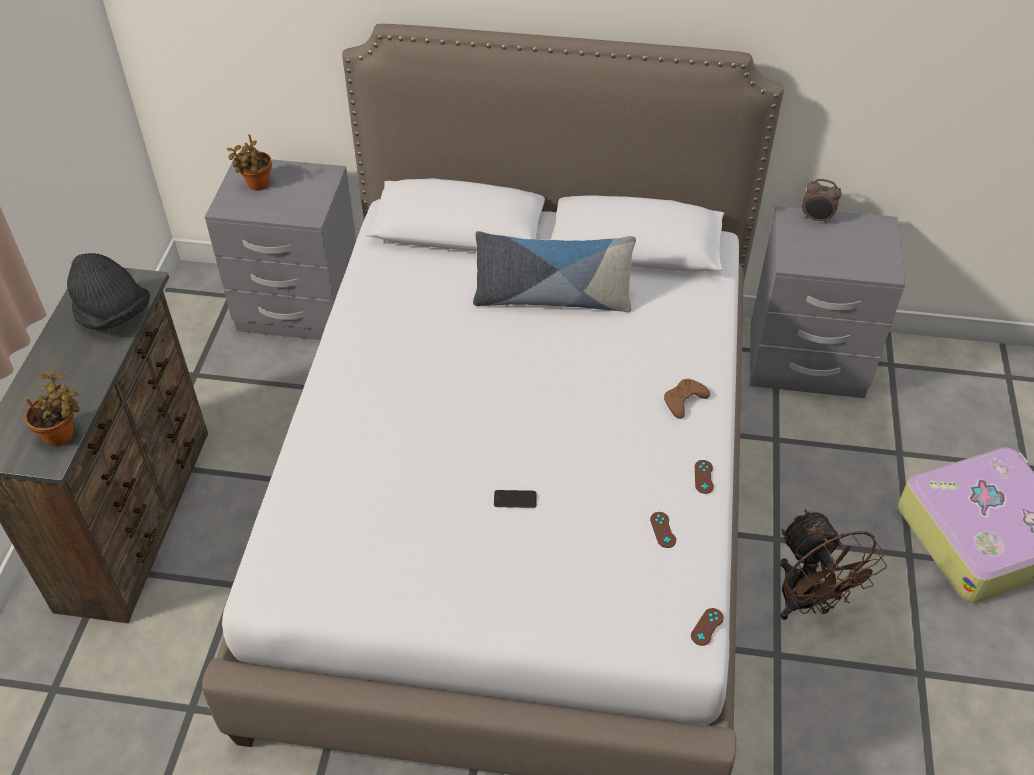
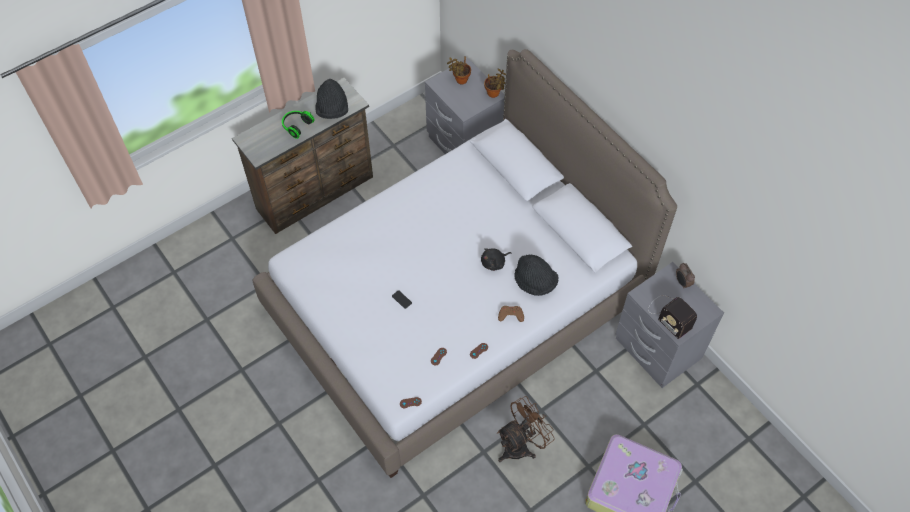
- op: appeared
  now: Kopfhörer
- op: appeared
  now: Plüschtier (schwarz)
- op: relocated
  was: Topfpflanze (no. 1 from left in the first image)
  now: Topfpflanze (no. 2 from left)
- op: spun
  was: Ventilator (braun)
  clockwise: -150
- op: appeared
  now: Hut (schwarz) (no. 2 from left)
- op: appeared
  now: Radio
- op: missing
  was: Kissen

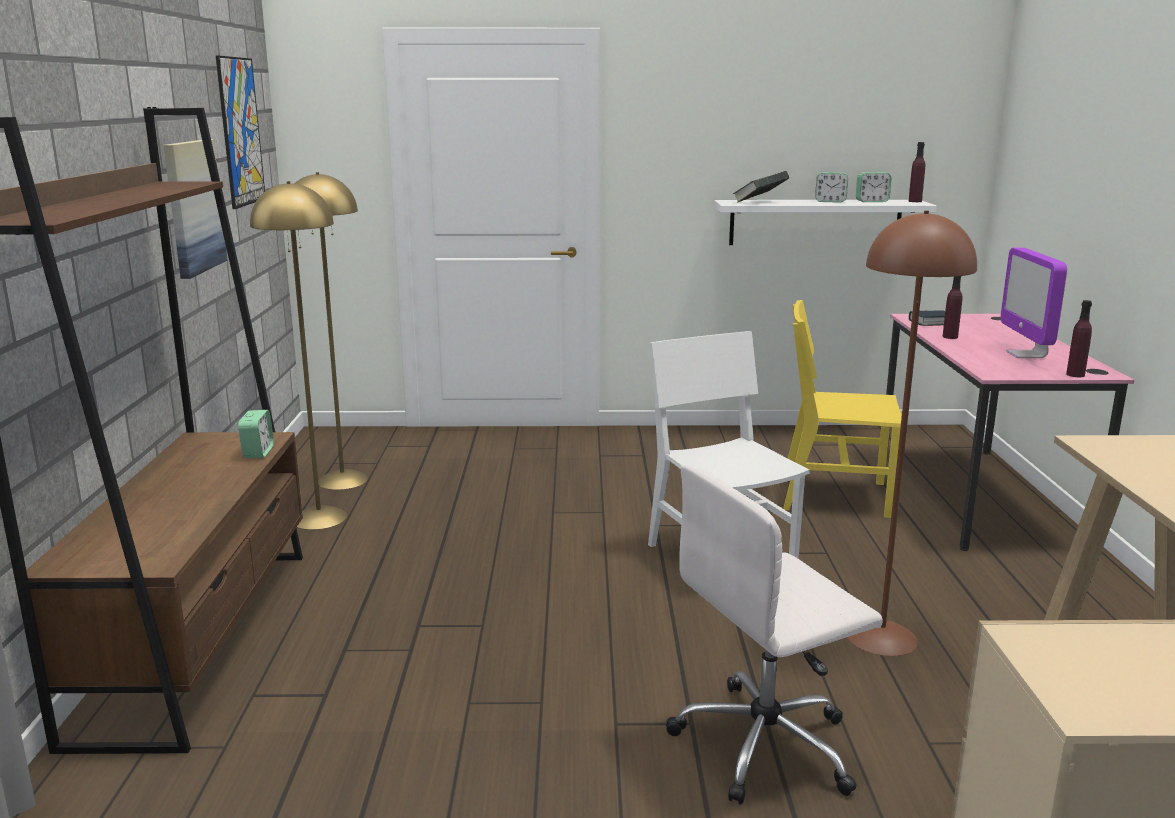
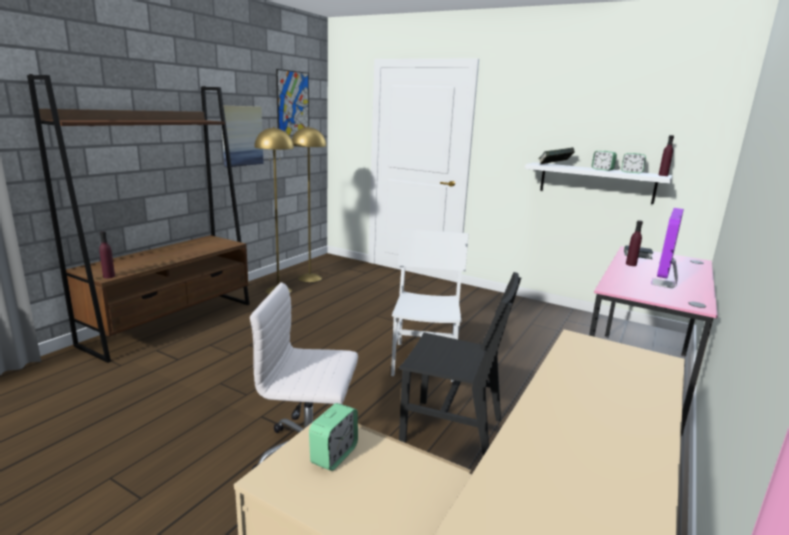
- op: relocated
  was: Flasche (lila) (no. 3 from left in the first image)
  now: Flasche (lila) (no. 1 from left)
- op: relocated
  was: Wecker (no. 1 from left)
- op: exchanged
  was: Stehlampe (braun)
  now: Stuhl (schwarz)
- op: missing
  was: Stuhl (gelb)

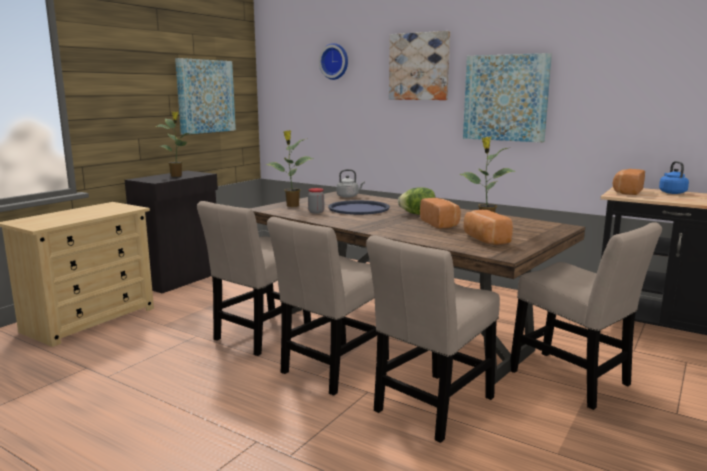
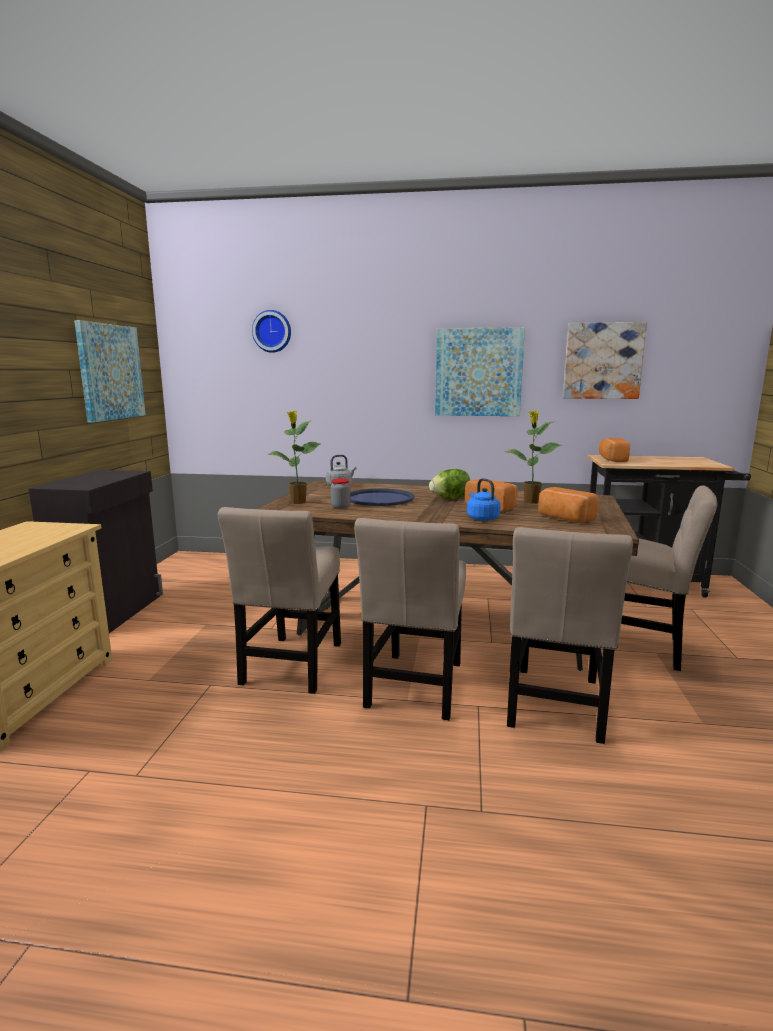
- op: relocated
  was: Wasserkessel (blau)
- op: relocated
  was: Bild (no. 2 from left in the first image)
  now: Bild (no. 3 from left)
- op: missing
  was: Topfpflanze (no. 1 from left)

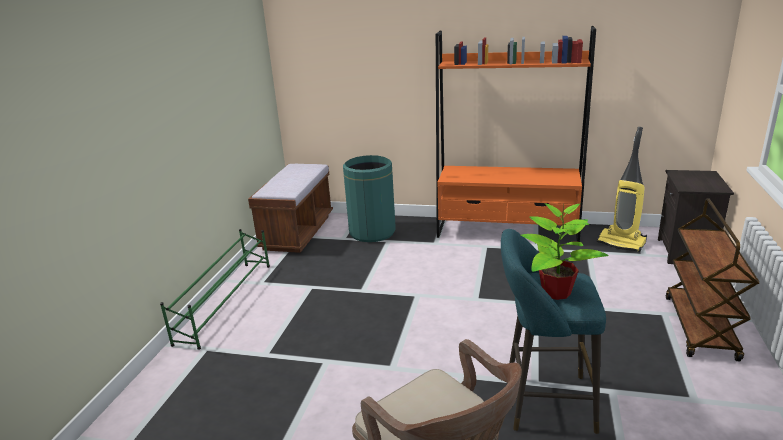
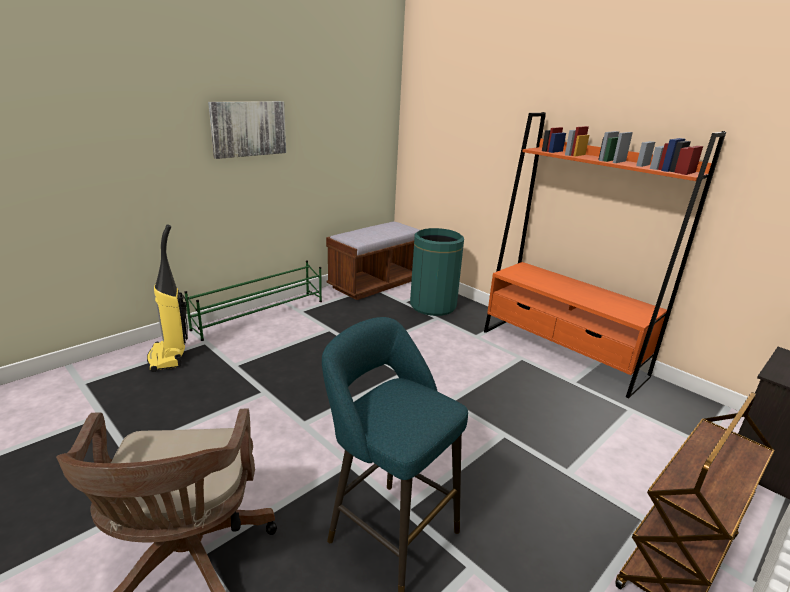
- op: relocated
  was: Staubsauger
- op: appeared
  now: Bild
- op: missing
  was: Topfpflanze

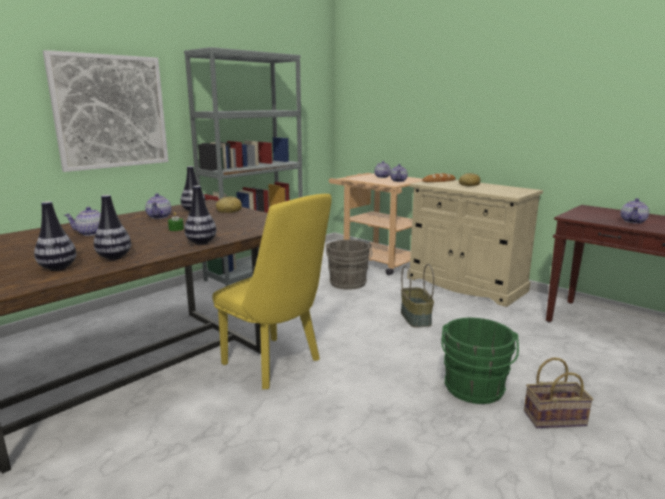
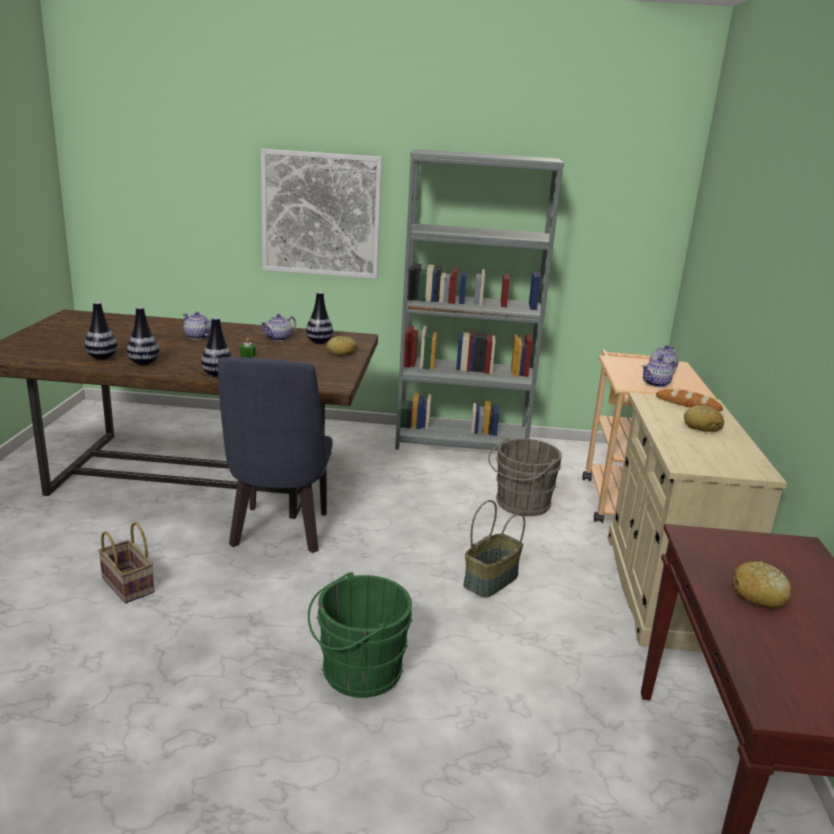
- op: relocated
  was: Korb (no. 2 from left in the first image)
  now: Korb (no. 1 from left)
- op: colour
  was: Stuhl (gelb)
  now: Stuhl (blau)
- op: exchanged
  was: Teekanne (no. 5 from left)
  now: Brot (no. 4 from left)

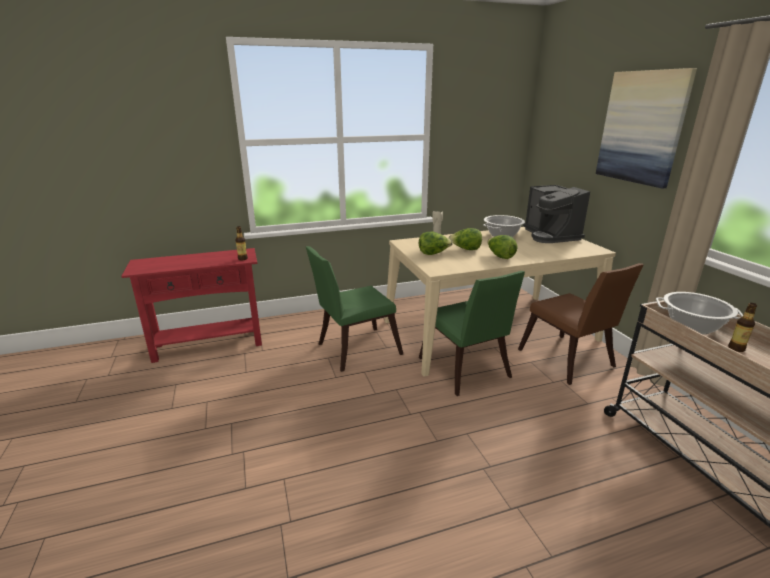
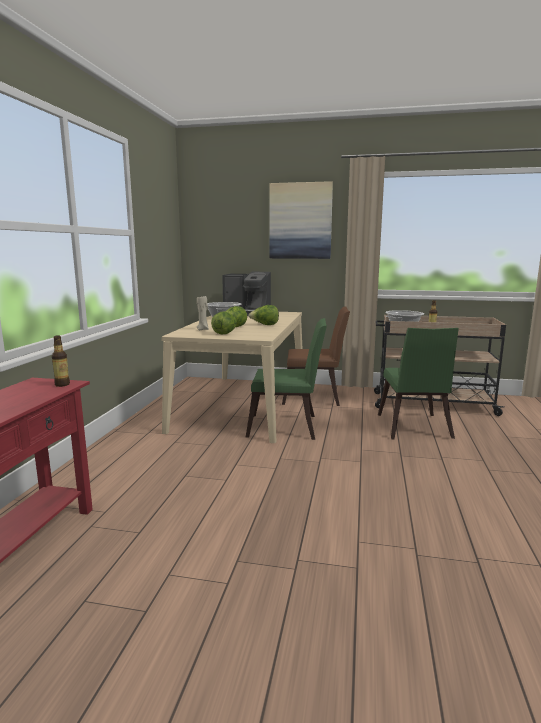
- op: relocated
  was: Stuhl (grün) (no. 1 from left in the first image)
  now: Stuhl (grün) (no. 2 from left)

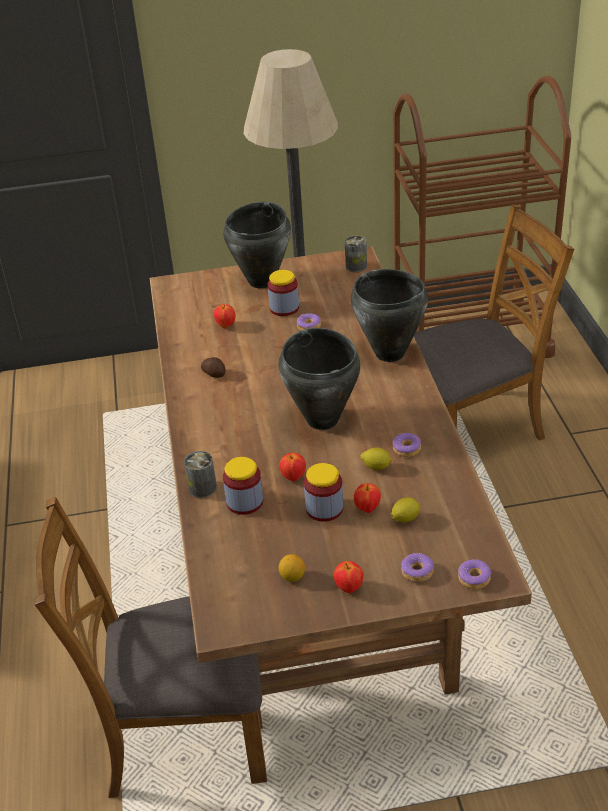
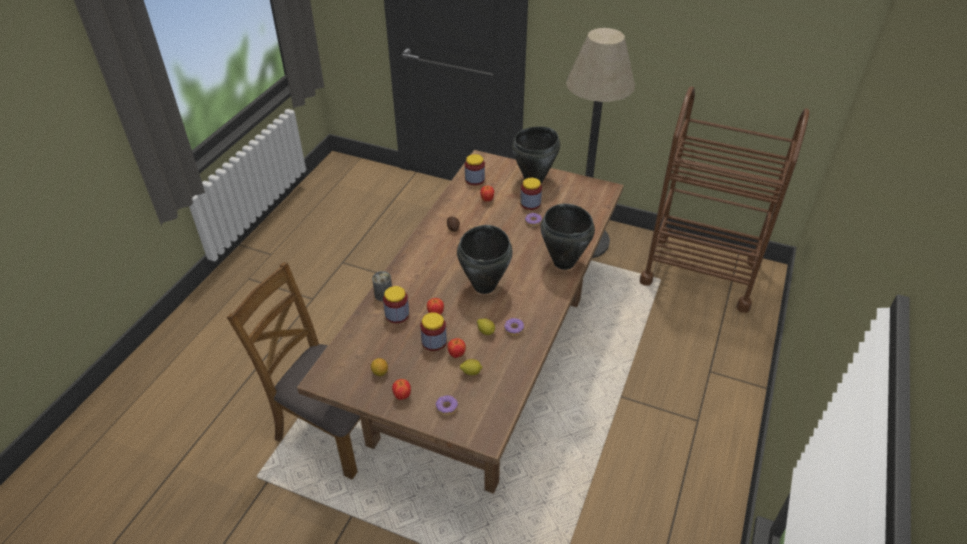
- op: appeared
  now: Vorratsglas (no. 3 from left)
- op: missing
  was: Dose (no. 2 from left)
- op: missing
  was: Stuhl (braun) (no. 2 from left)
- op: missing
  was: Donut (no. 4 from left)

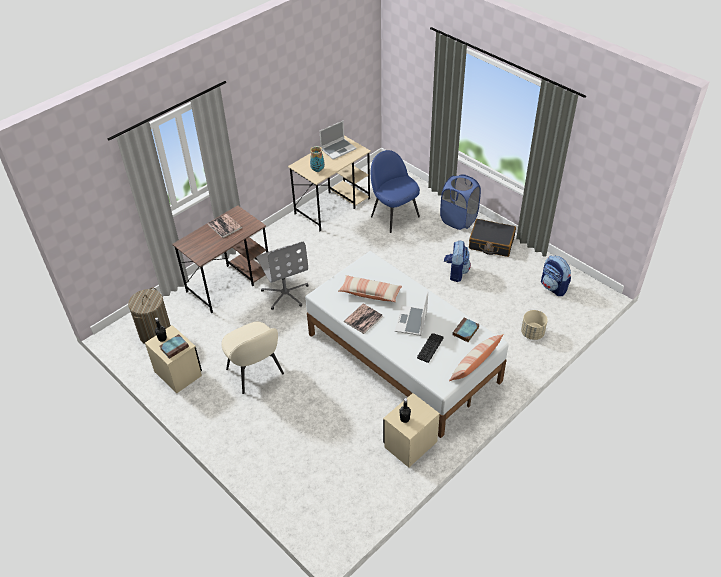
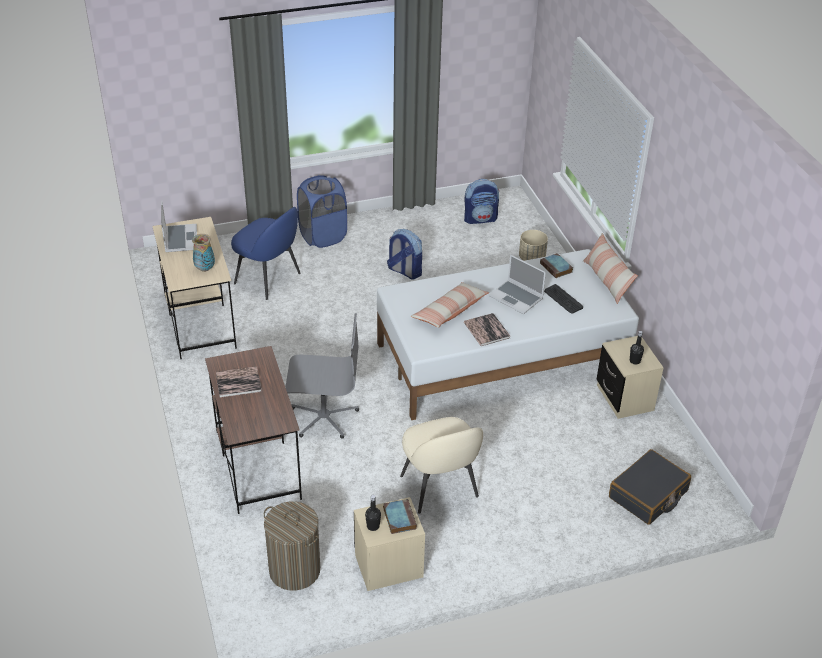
- op: spun
  was: Stuhl (blau)
  clockwise: -135
- op: spun
  was: Stuhl (beige)
  clockwise: 75
- op: relocated
  was: Koffer (schwarz)

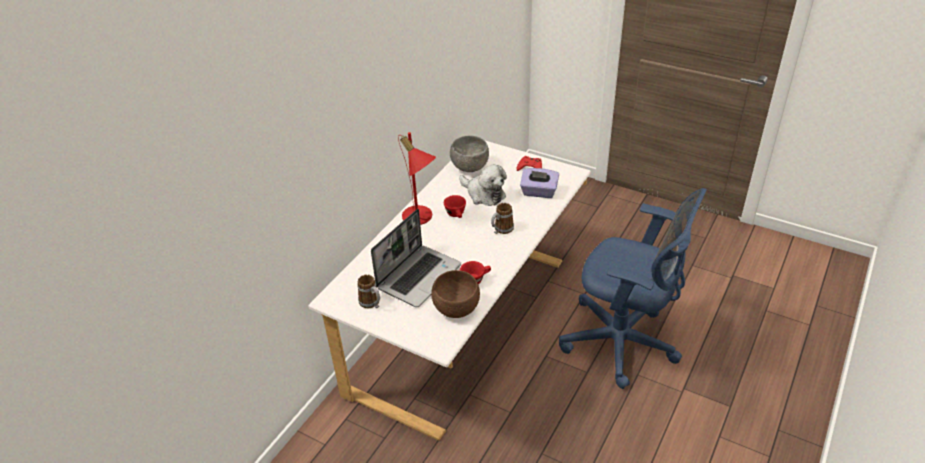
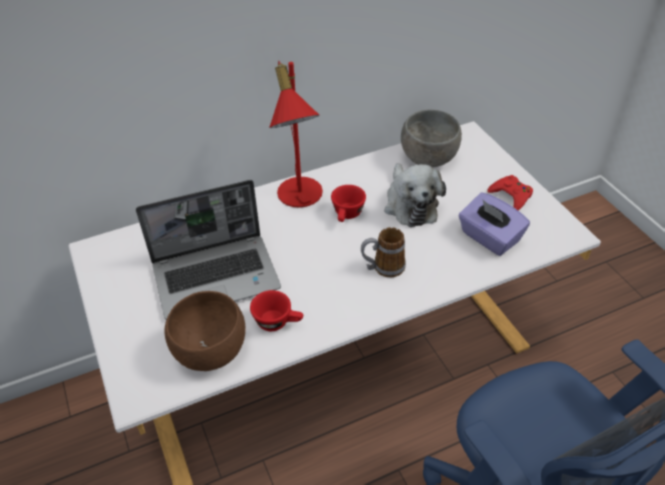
- op: missing
  was: Henkelbecher (no. 1 from left)

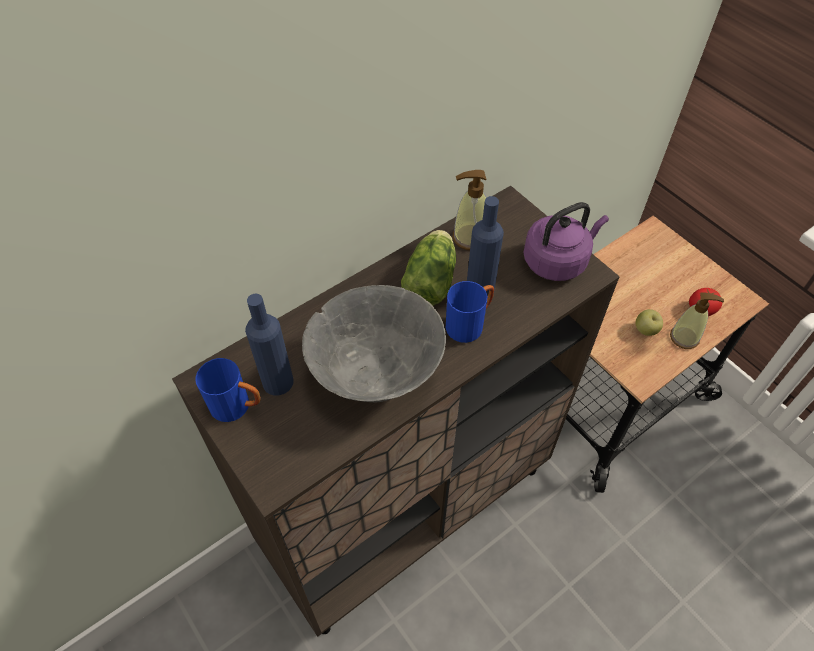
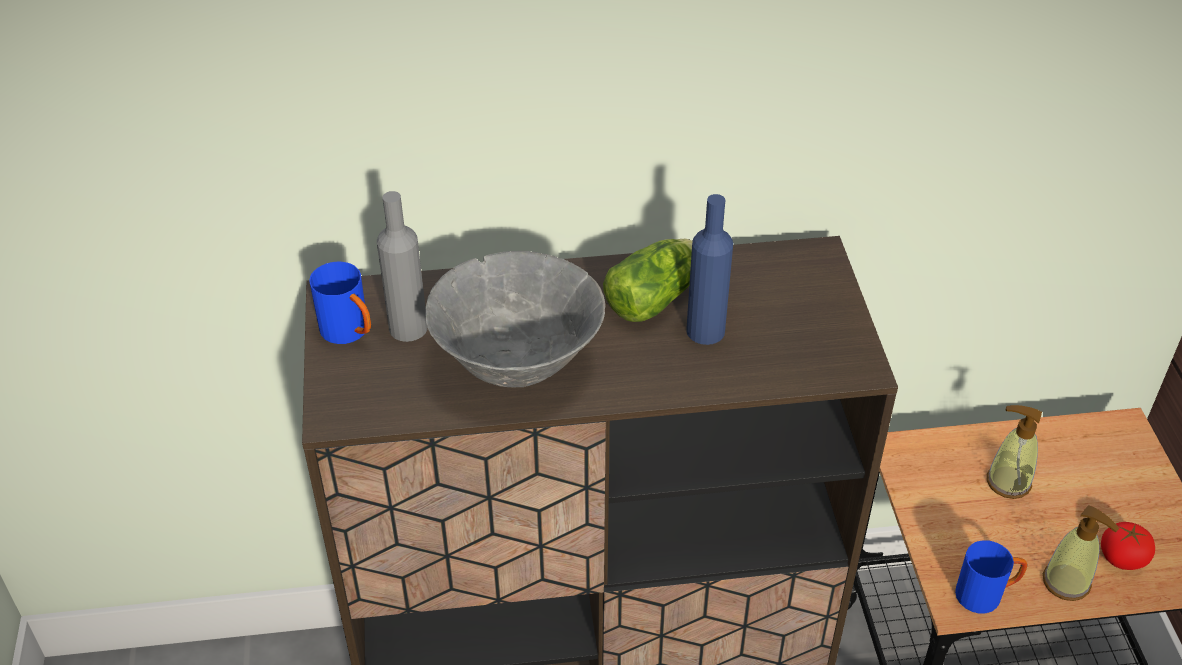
- op: colour
  was: Flasche (blau) (no. 1 from left)
  now: Flasche (grau)
- op: relocated
  was: Henkelbecher (blau) (no. 2 from left)
- op: relocated
  was: Seifenspender (no. 1 from left)
- op: missing
  was: Wasserkessel (lila)
- op: missing
  was: Apfel

